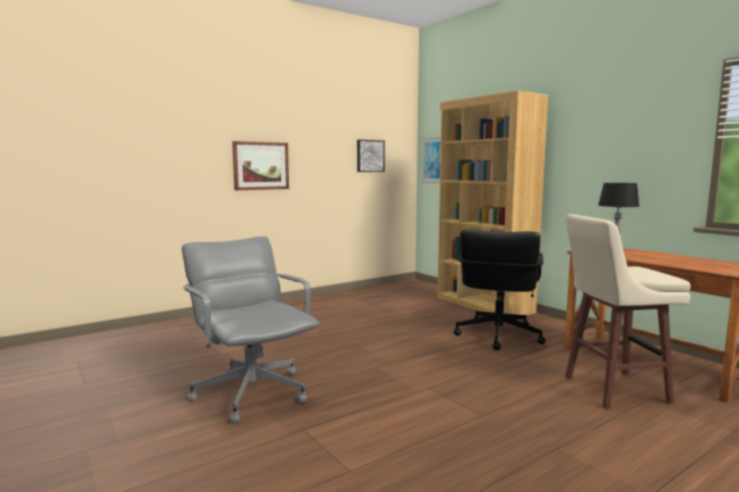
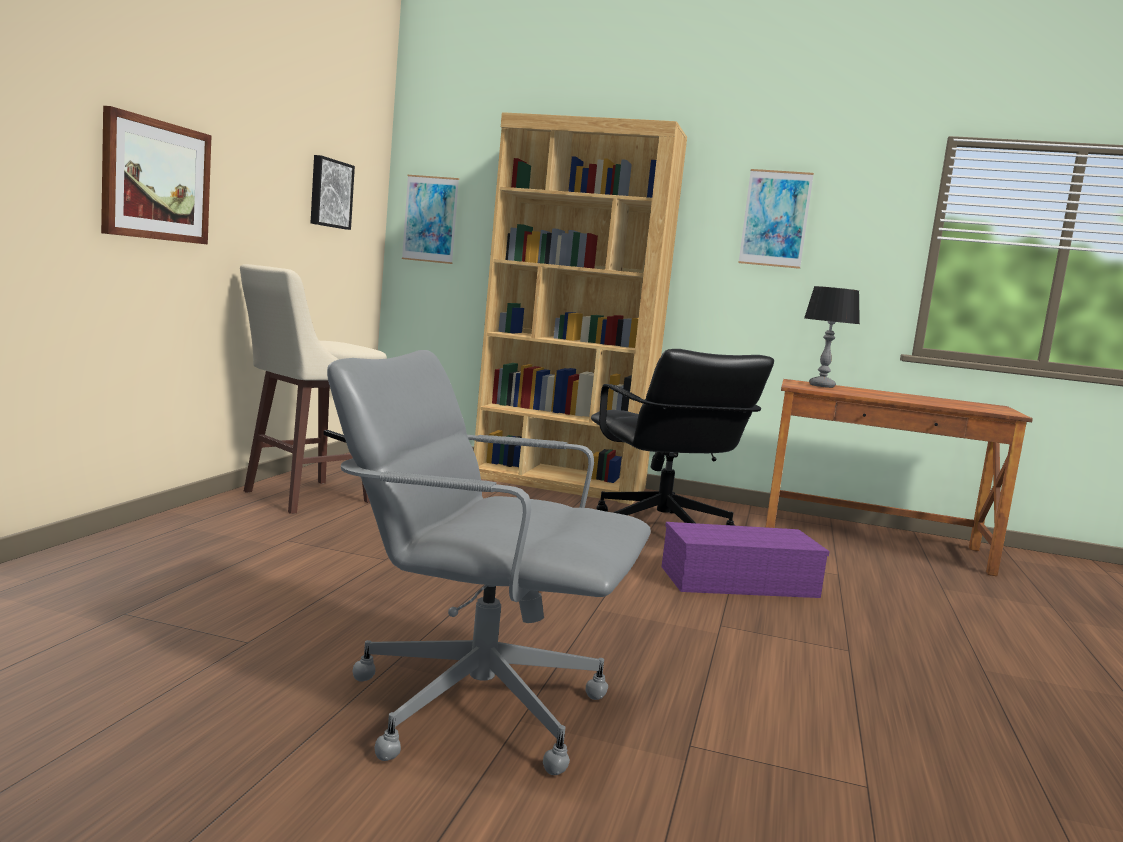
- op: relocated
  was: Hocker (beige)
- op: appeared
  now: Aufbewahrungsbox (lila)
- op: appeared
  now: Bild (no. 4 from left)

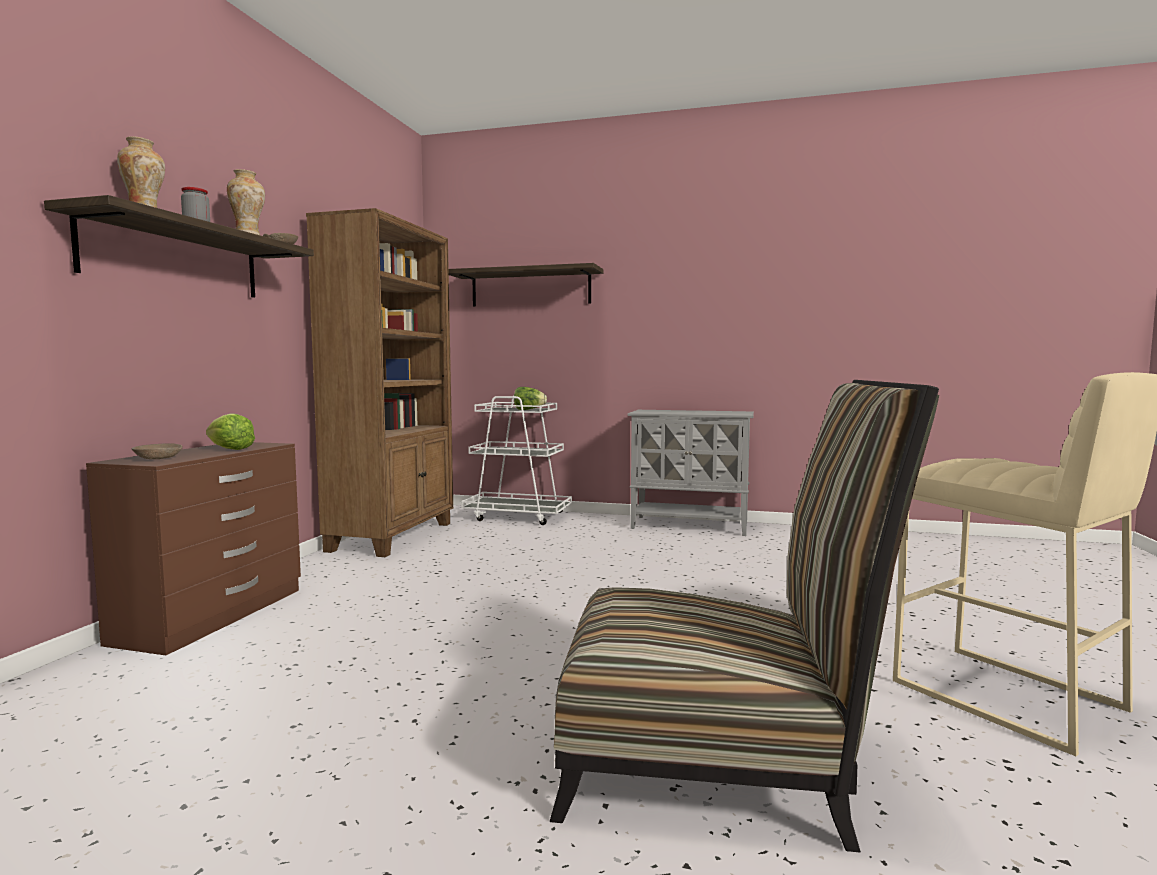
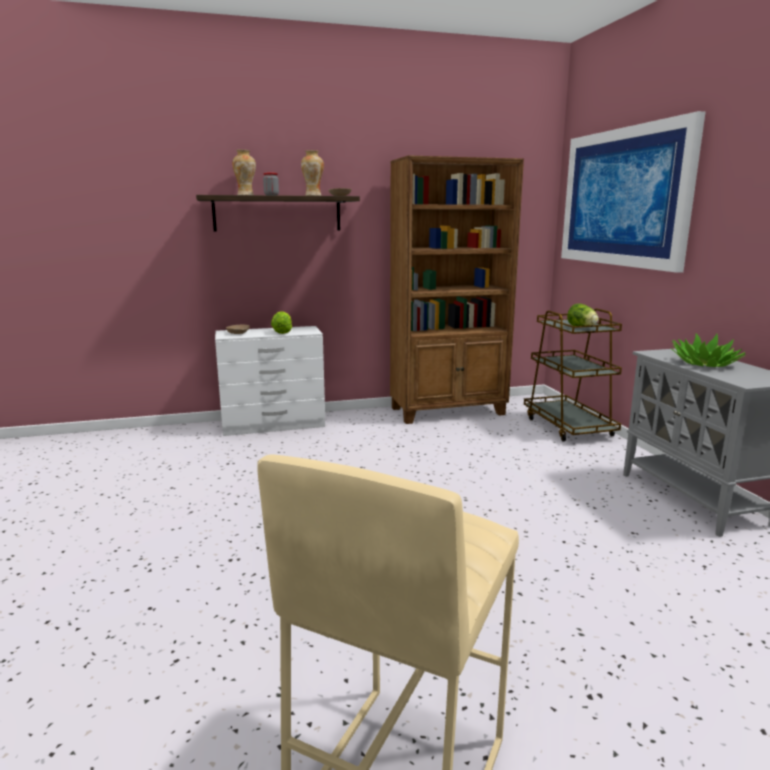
- op: colour
  was: Kommode (braun)
  now: Kommode (weiß)
- op: colour
  was: Rollwagen (weiß)
  now: Rollwagen (braun)
- op: exchanged
  was: Wandregal (no. 2 from left)
  now: Bild
- op: appeared
  now: Topfpflanze
- op: missing
  was: Stuhl

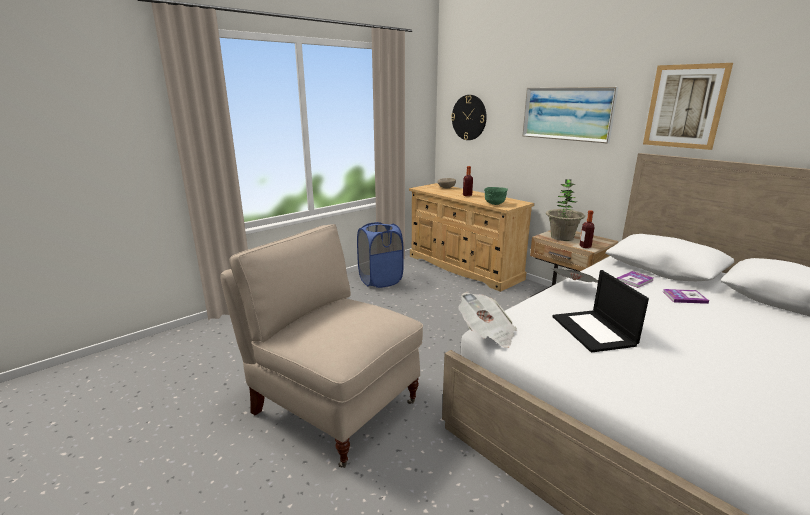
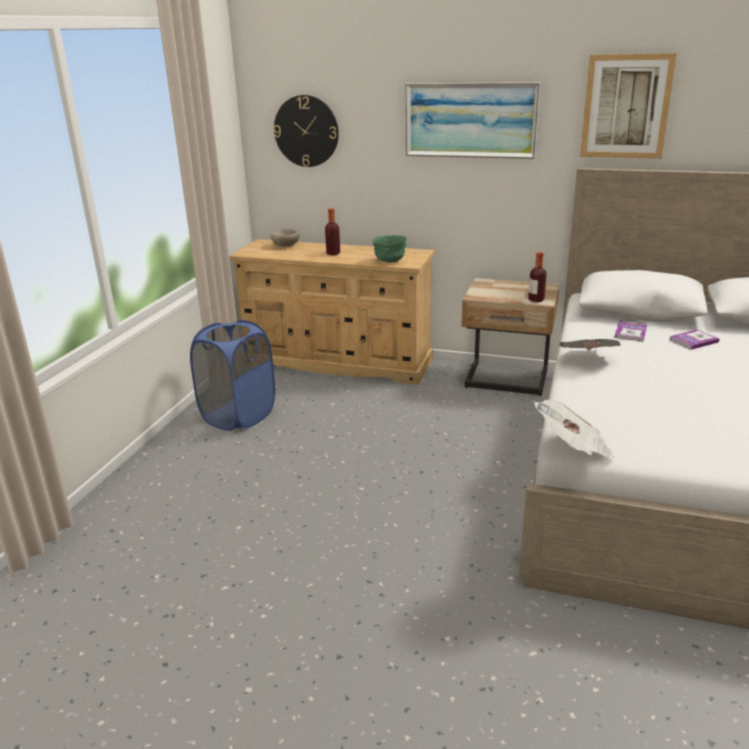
- op: missing
  was: Stuhl (beige)
- op: missing
  was: Topfpflanze
- op: missing
  was: Laptop

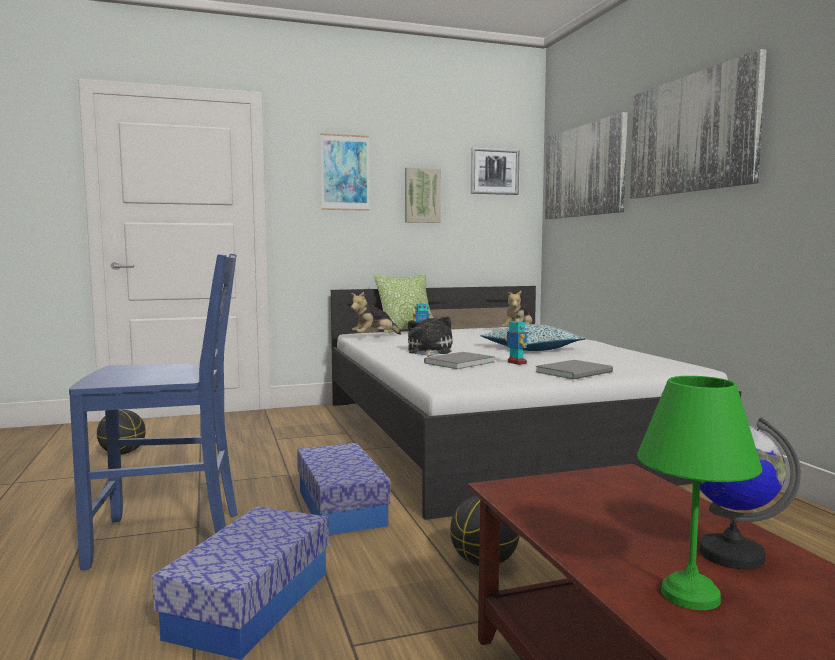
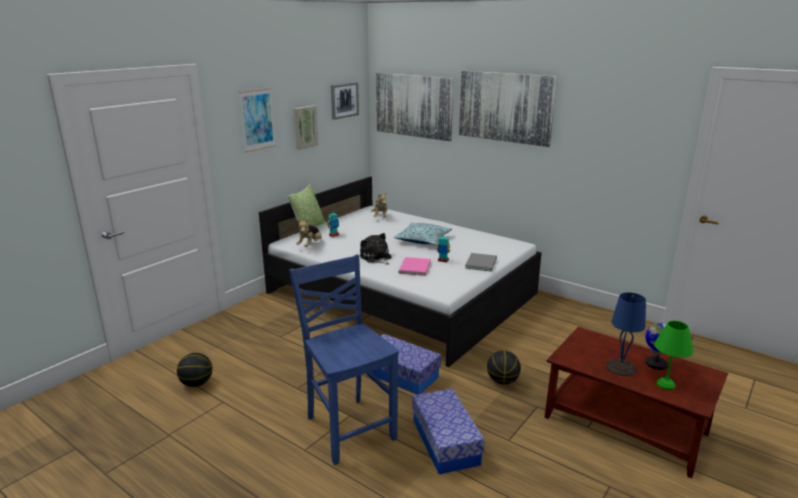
- op: spun
  was: Stuhl (blau)
  clockwise: -75
- op: colour
  was: Buch (grau) (no. 1 from left)
  now: Buch (rosa)
- op: appeared
  now: Tischlampe (blau)

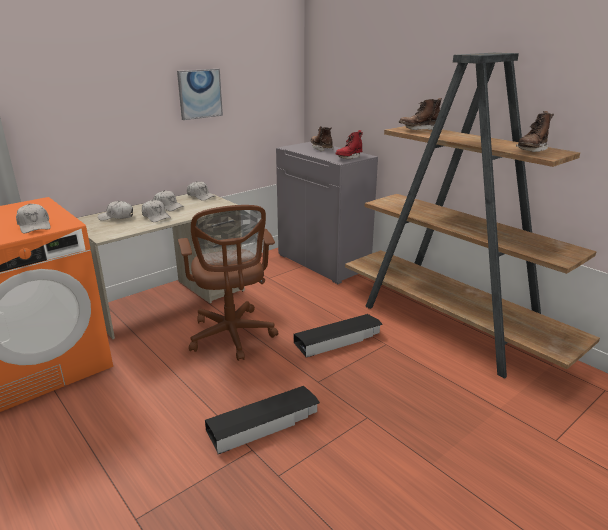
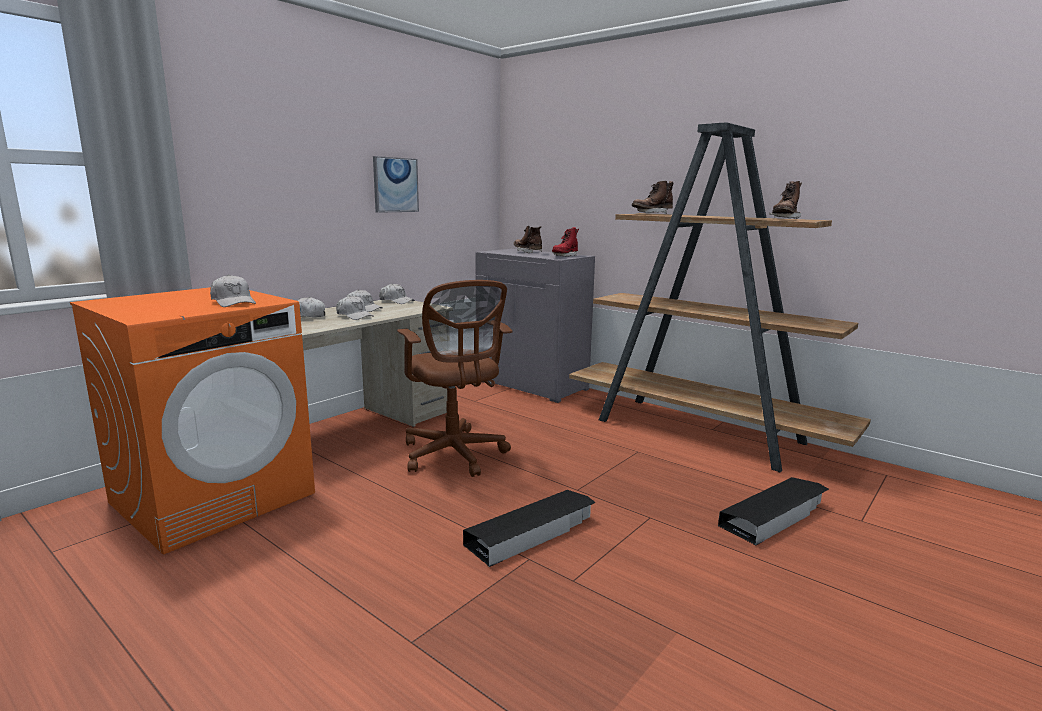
- op: relocated
  was: Aufbewahrungsbox (schwarz) (no. 2 from left)

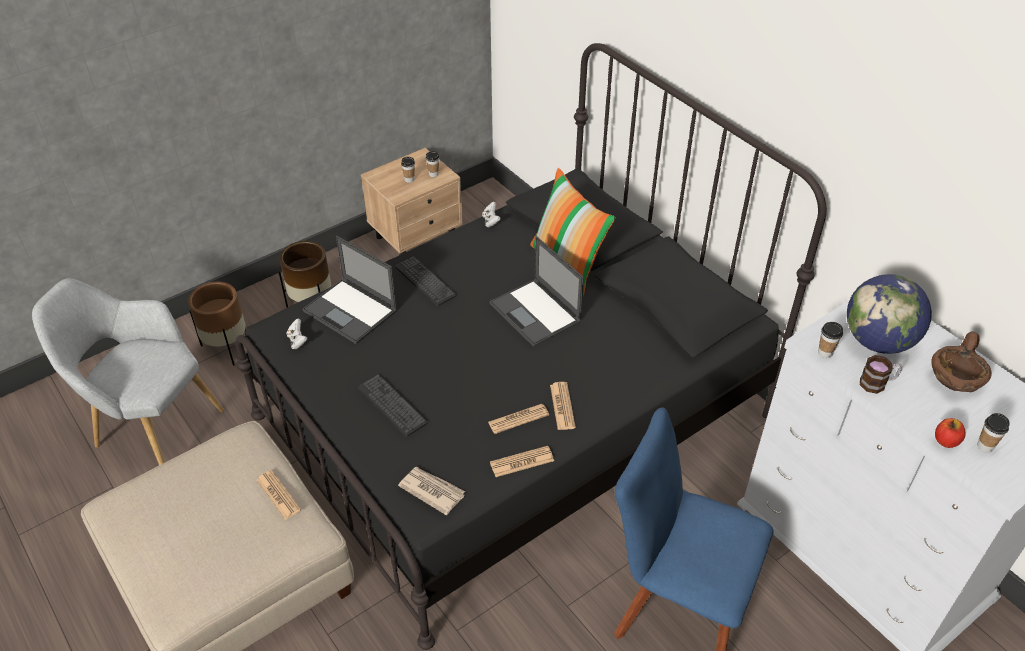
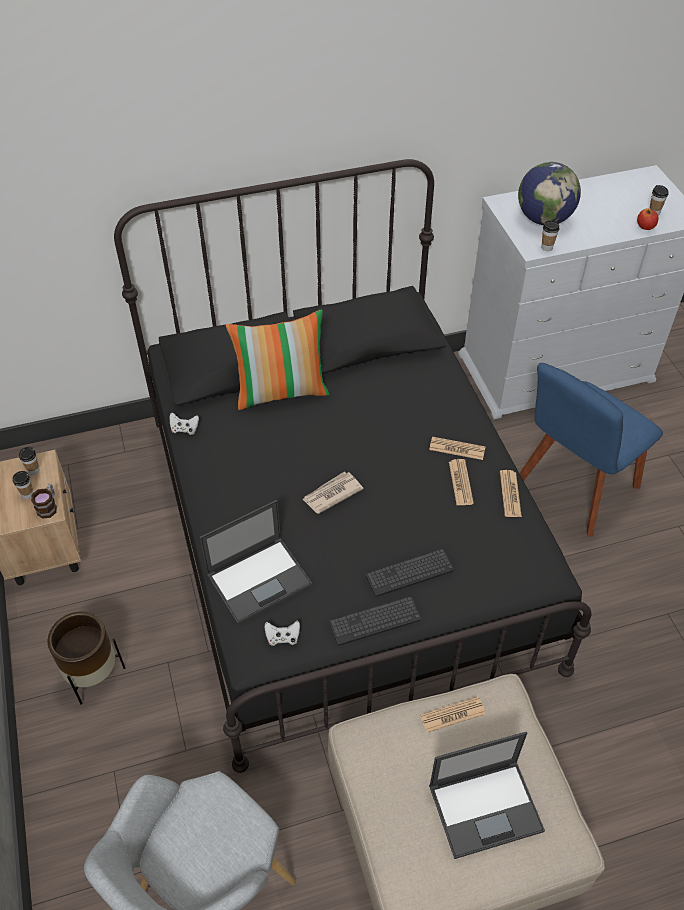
- op: relocated
  was: Henkelbecher
- op: relocated
  was: Zeitung (no. 2 from left in the first image)
  now: Zeitung (no. 1 from left)
- op: relocated
  was: Tastatur (no. 2 from left in the first image)
  now: Tastatur (no. 1 from left)
- op: relocated
  was: Laptop (no. 2 from left)
- op: missing
  was: Pflanzkübel (braun) (no. 1 from left)
- op: missing
  was: Schüssel (braun)

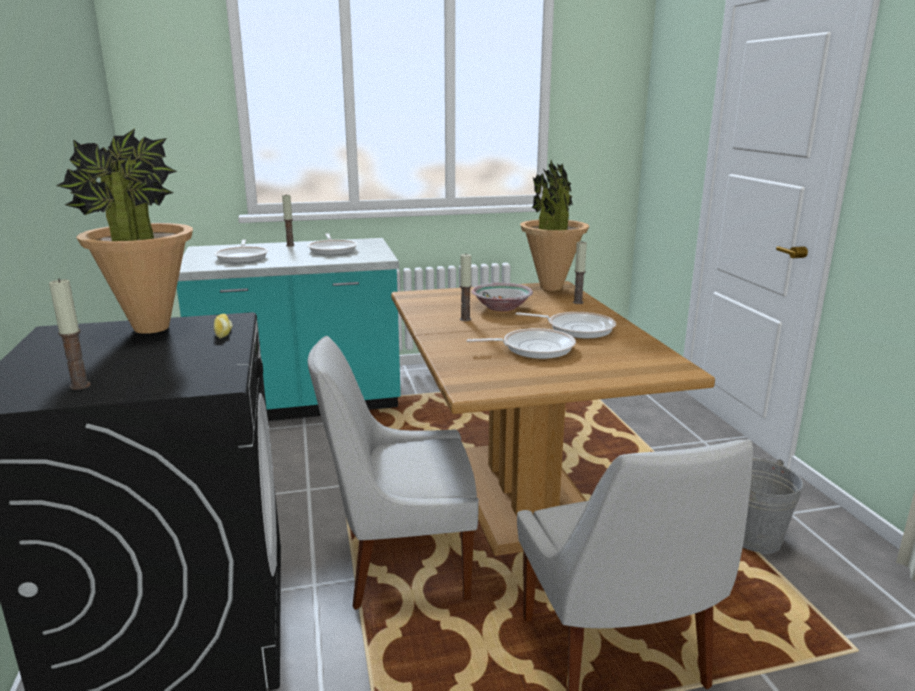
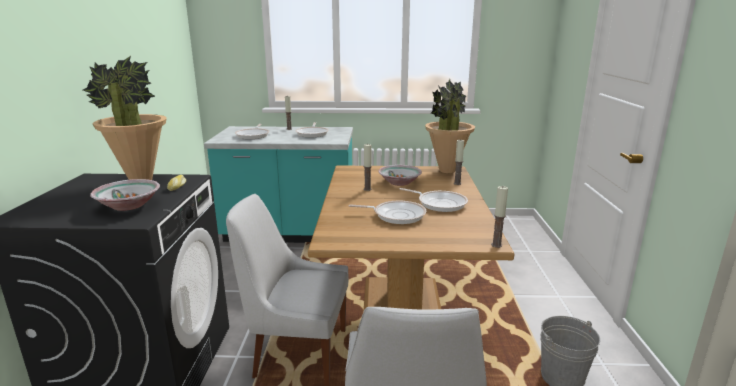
- op: appeared
  now: Schüssel (no. 1 from left)
- op: relocated
  was: Kerze (no. 1 from left in the first image)
  now: Kerze (no. 4 from left)

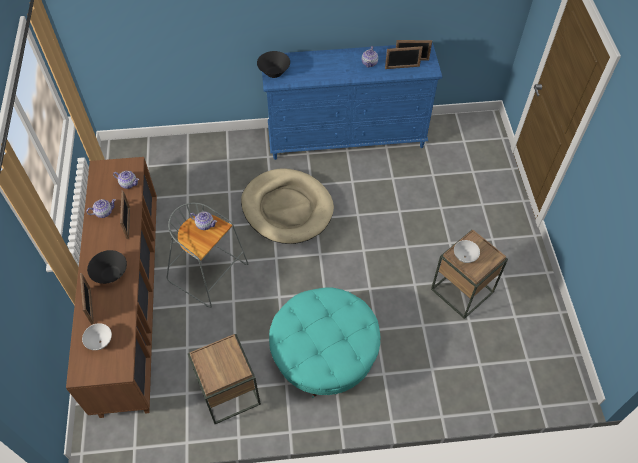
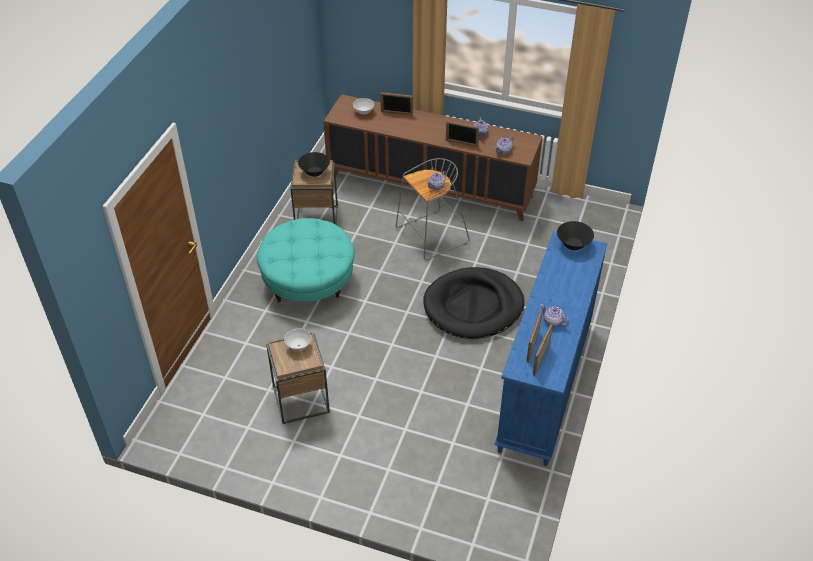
- op: relocated
  was: Schüssel (schwarz) (no. 1 from left)
- op: colour
  was: Hundebett (beige)
  now: Hundebett (schwarz)

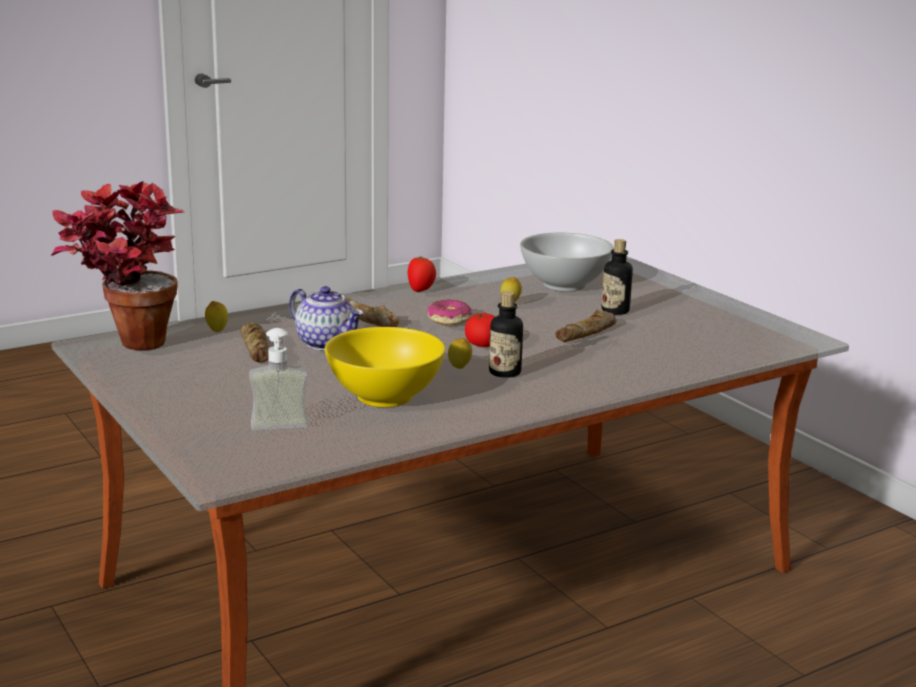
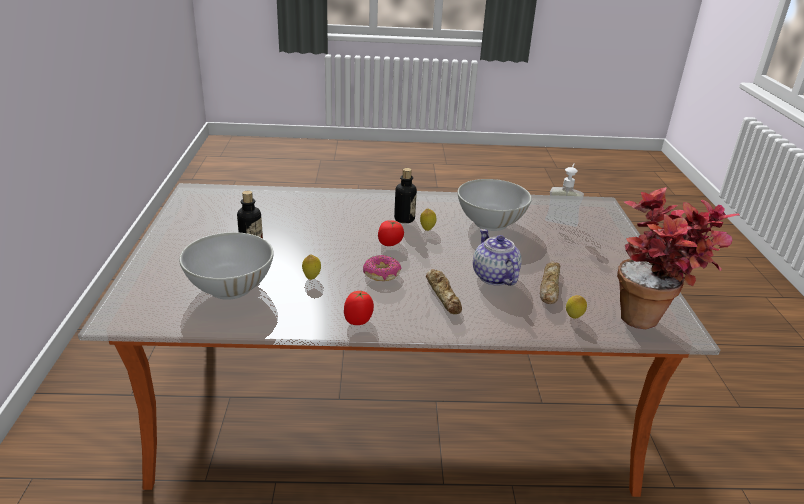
- op: colour
  was: Schüssel (gelb)
  now: Schüssel (weiß) (no. 2 from left)
- op: missing
  was: Brot (no. 3 from left)

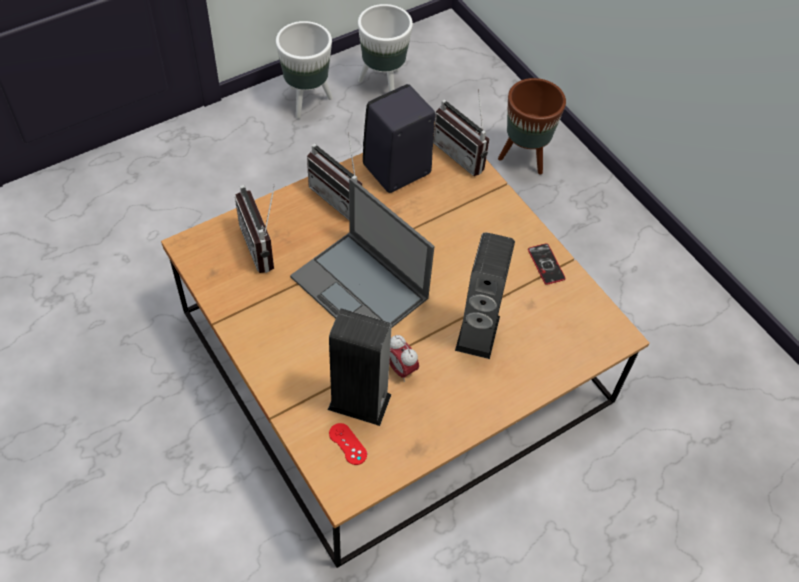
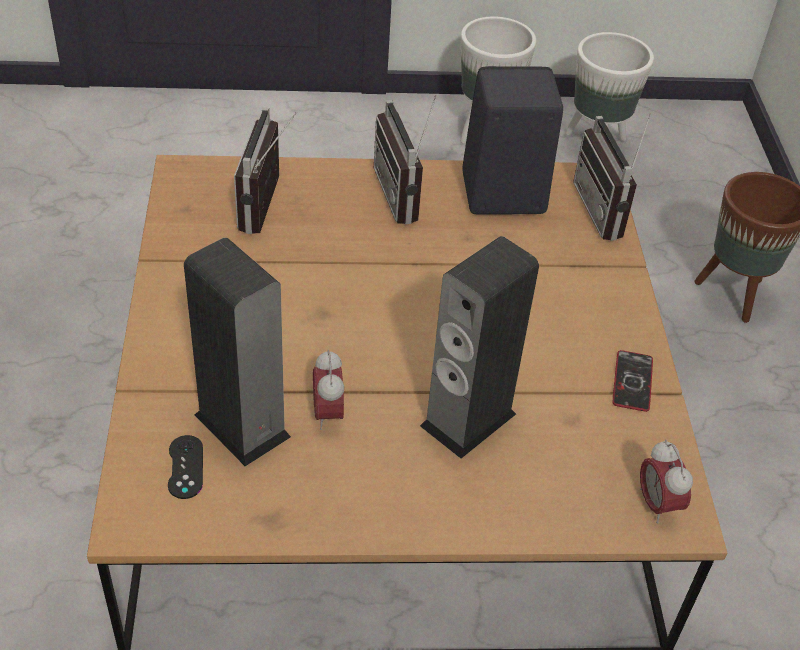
- op: colour
  was: Gamepad (rot)
  now: Gamepad (schwarz)
- op: appeared
  now: Wecker (no. 2 from left)
- op: missing
  was: Laptop

